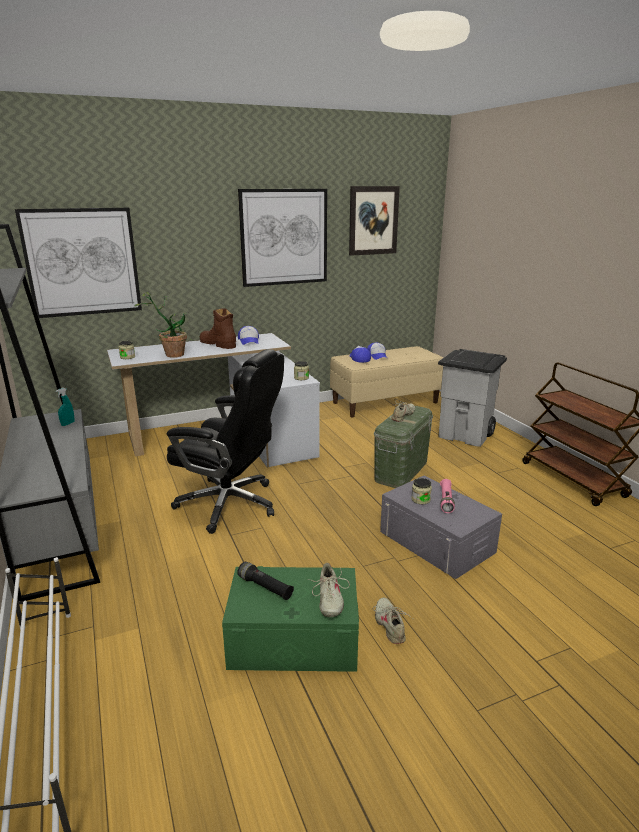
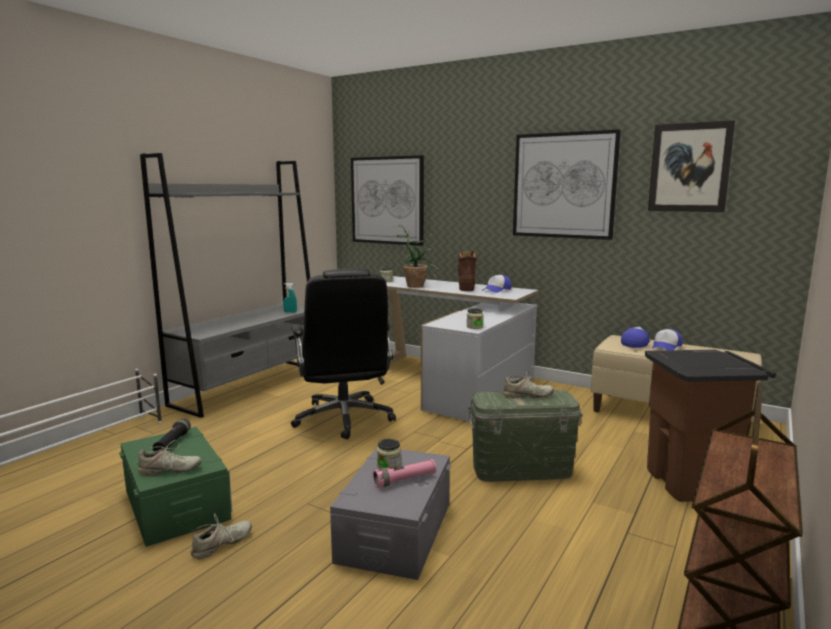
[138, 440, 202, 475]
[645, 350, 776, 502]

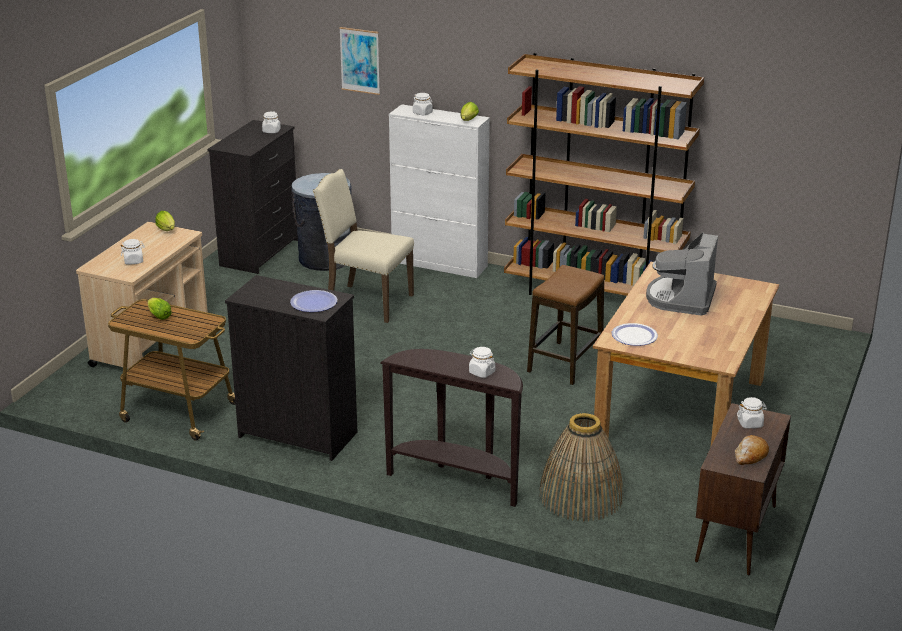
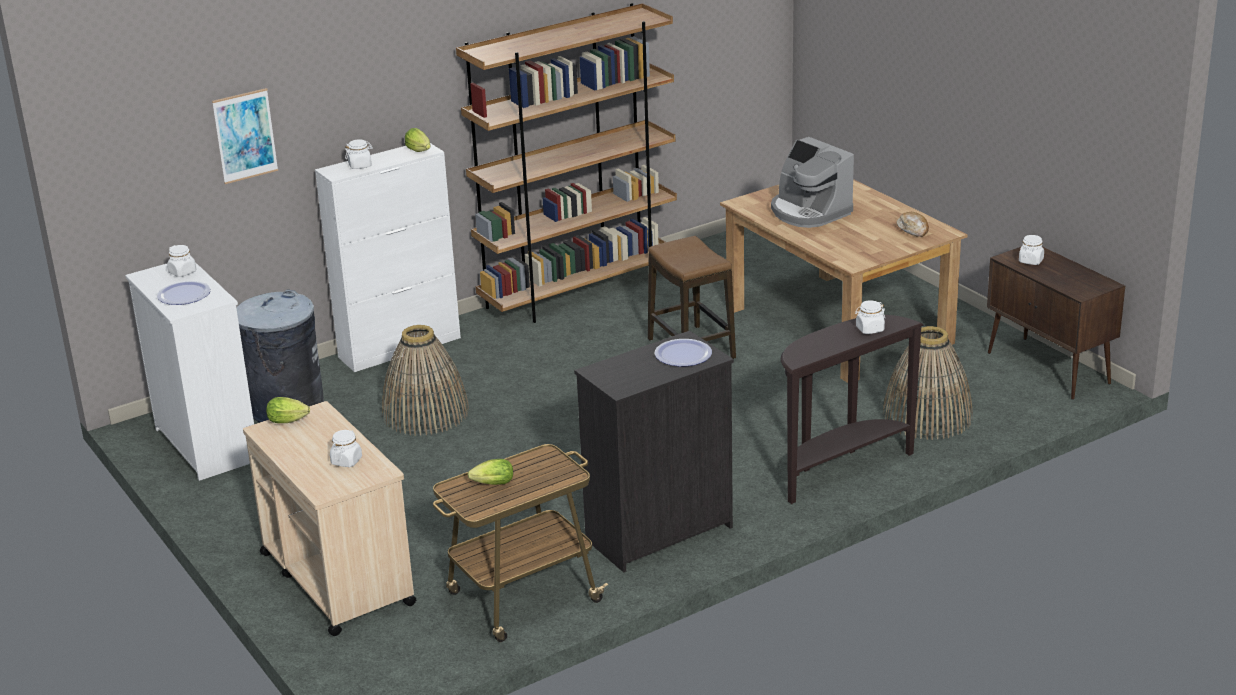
[125, 262, 254, 481]
[157, 281, 211, 305]
[382, 325, 469, 436]
[897, 212, 929, 237]

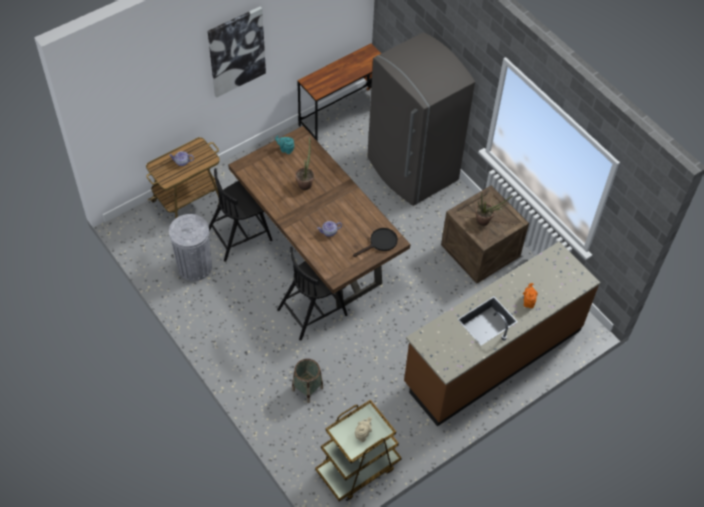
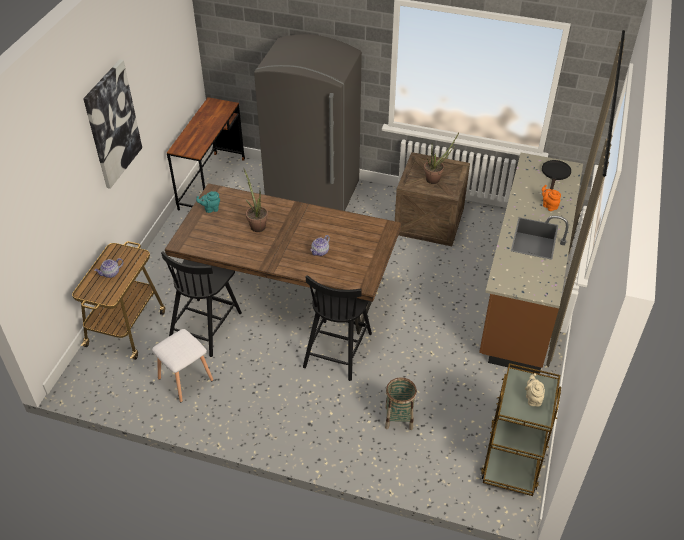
[152, 329, 213, 402]
[542, 160, 571, 189]

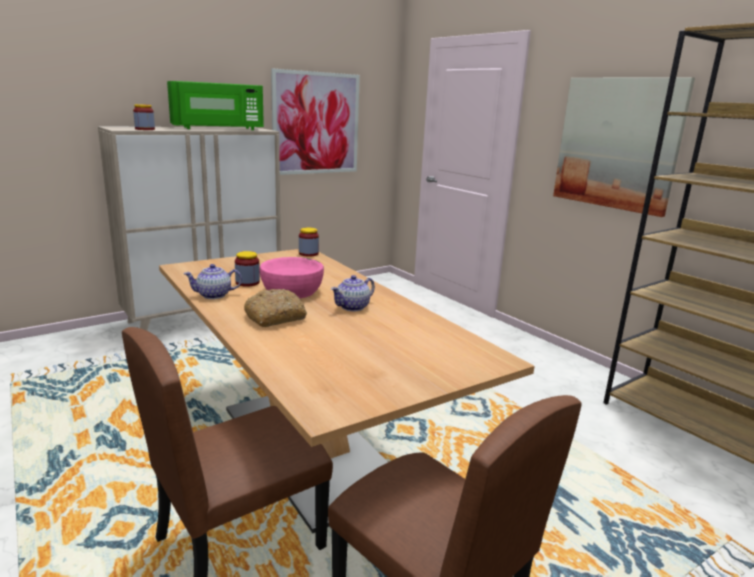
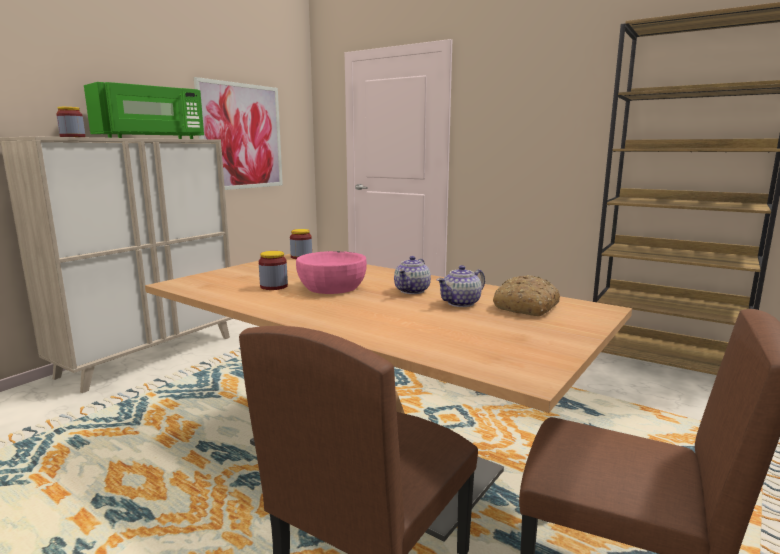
[437, 265, 485, 307]
[493, 275, 560, 316]
[553, 77, 695, 217] (first image)

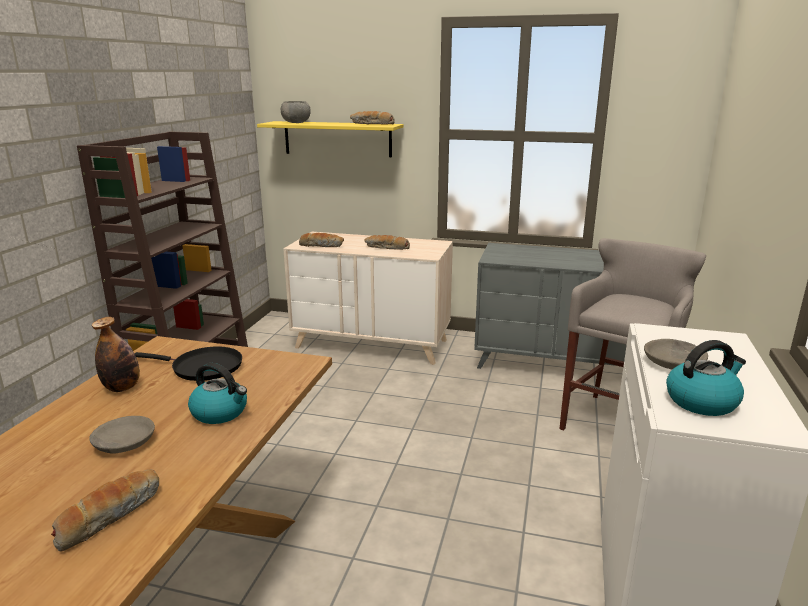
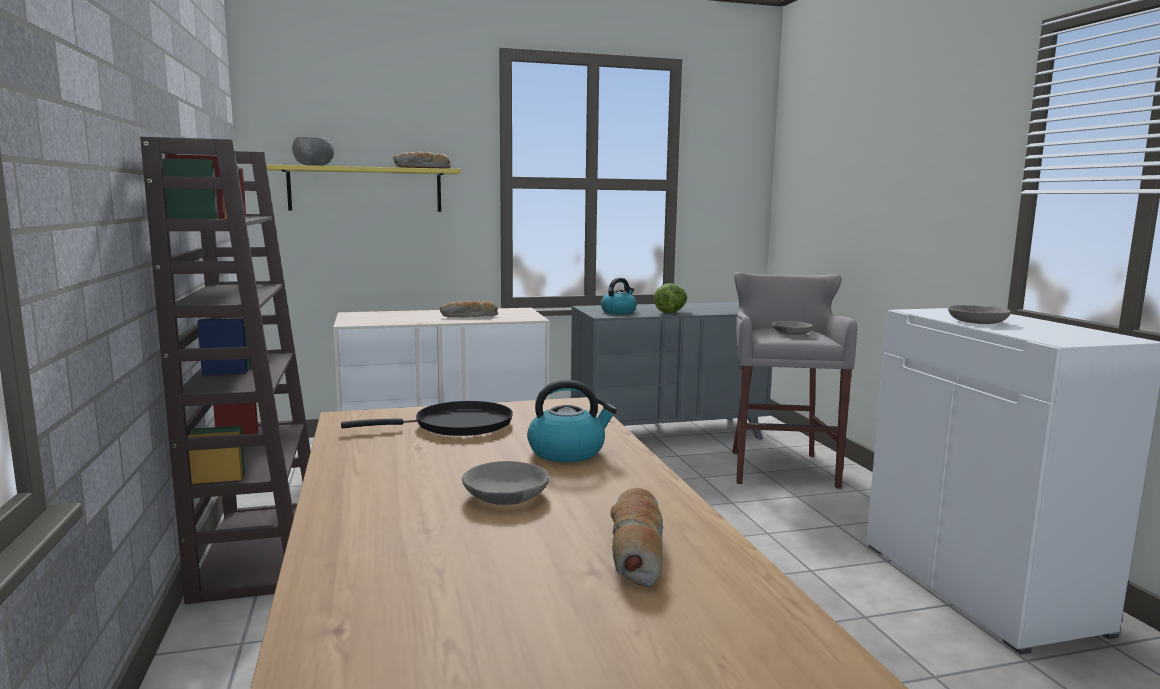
[601, 278, 637, 314]
[654, 283, 687, 313]
[772, 321, 813, 335]
[92, 317, 140, 392] (first image)
[299, 233, 344, 247] (first image)

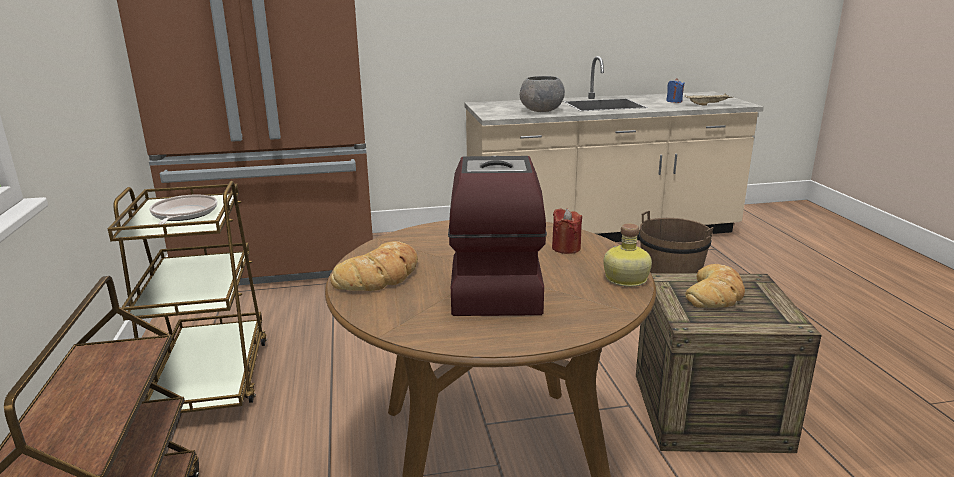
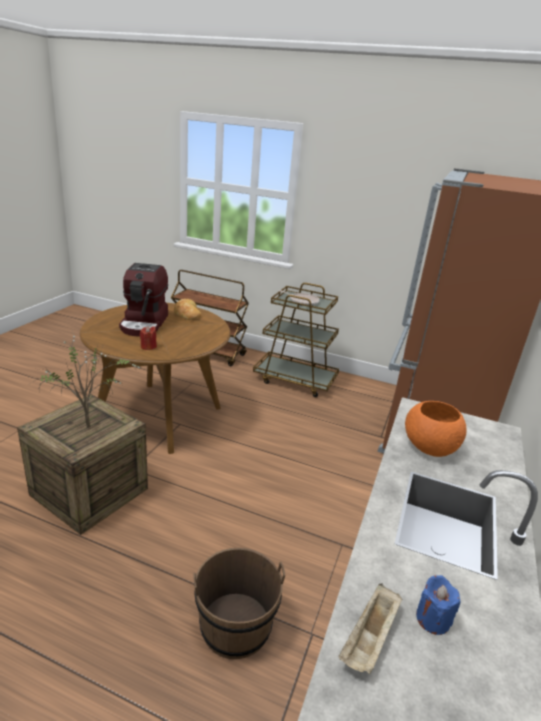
[30, 329, 140, 428]
[119, 263, 168, 336]
[405, 401, 467, 457]
[604, 223, 652, 287] (first image)

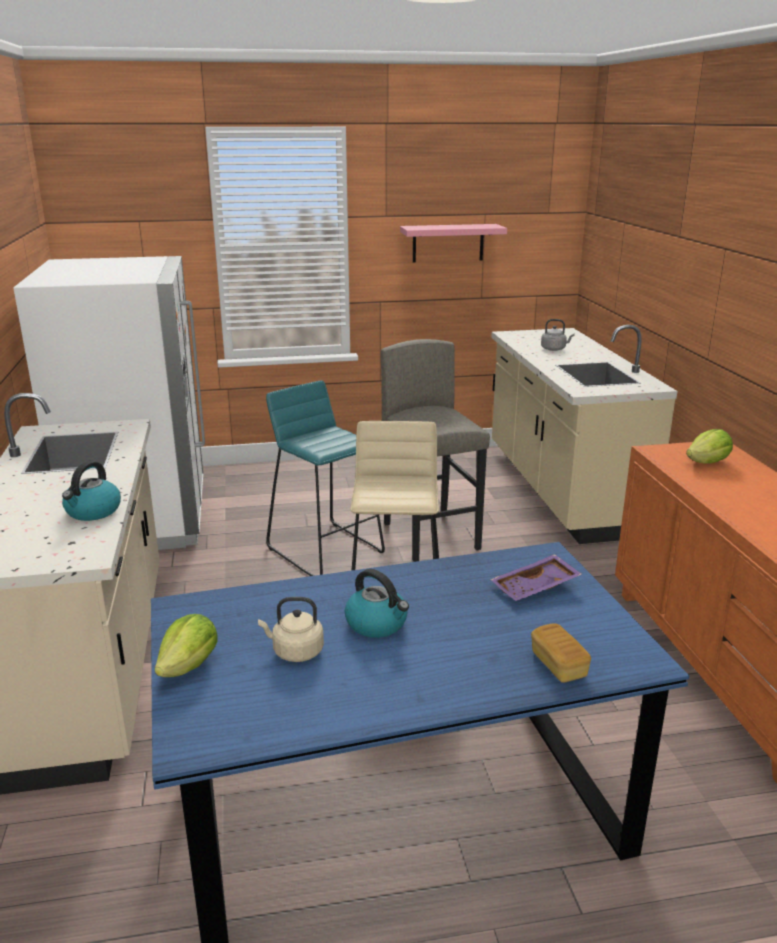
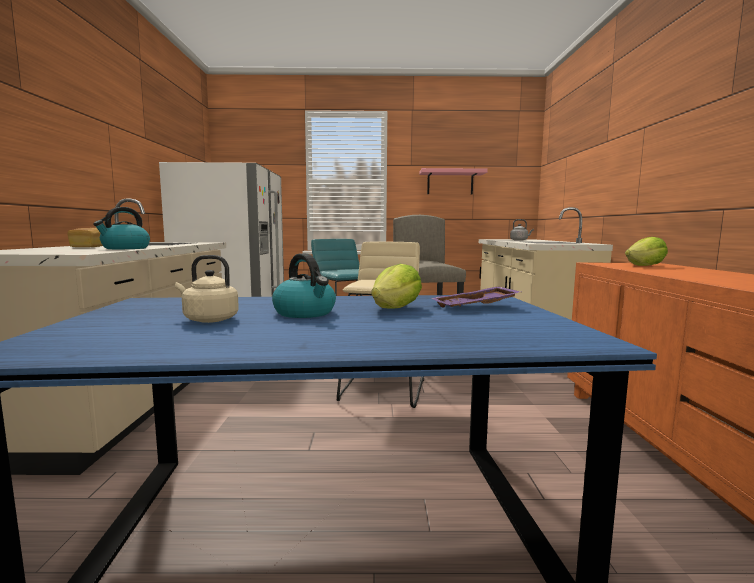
[67, 228, 103, 247]
[371, 264, 422, 309]

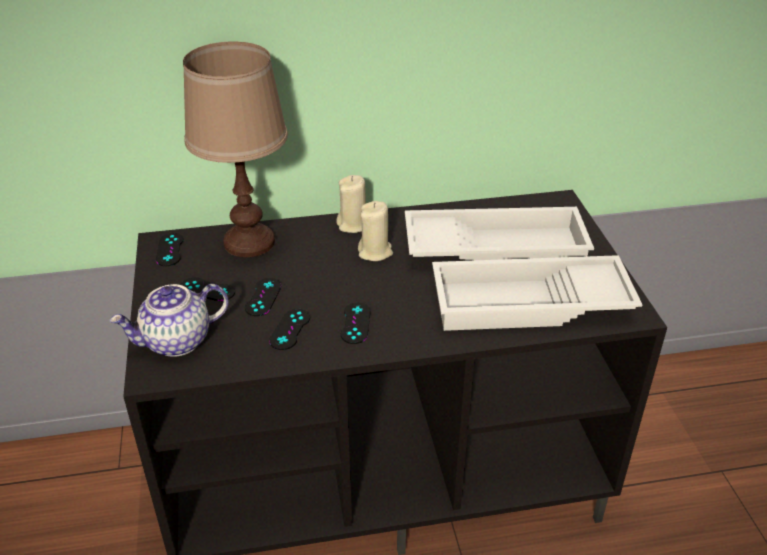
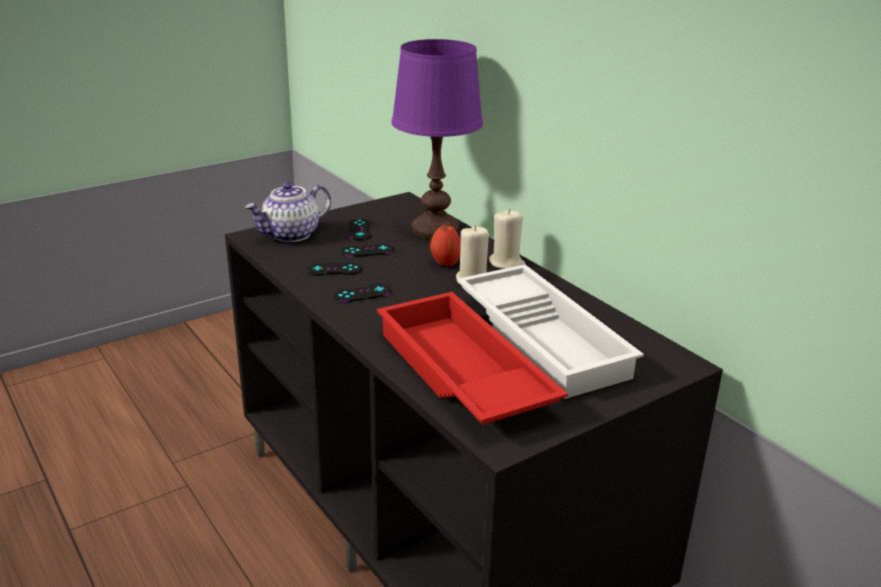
[245, 182, 331, 242]
[377, 292, 568, 425]
[391, 39, 483, 239]
[430, 225, 461, 266]
[156, 233, 184, 266] (first image)

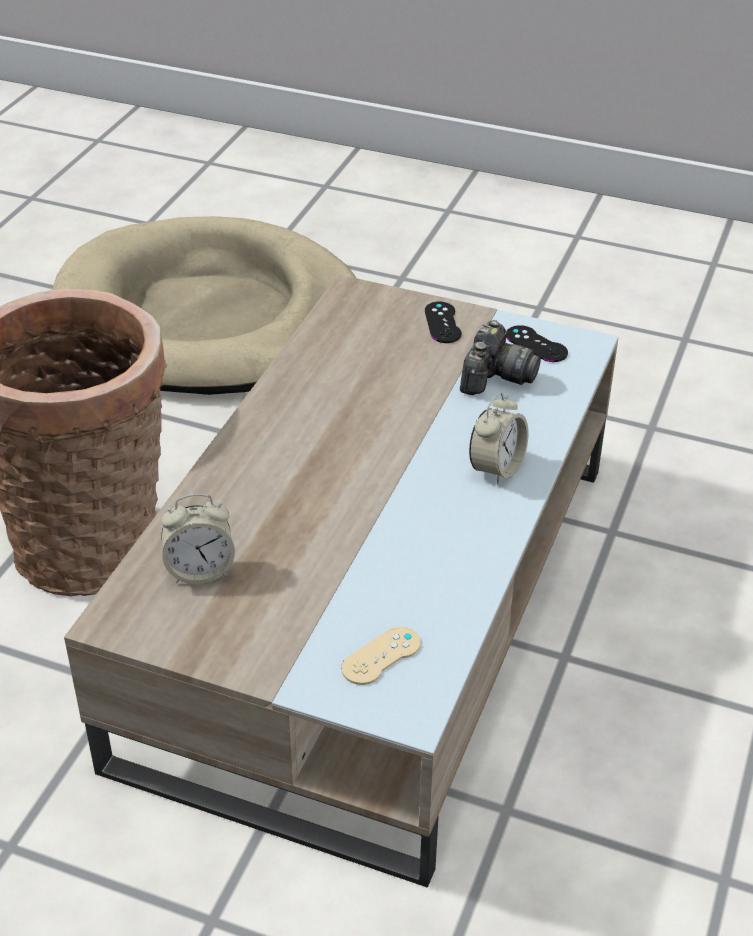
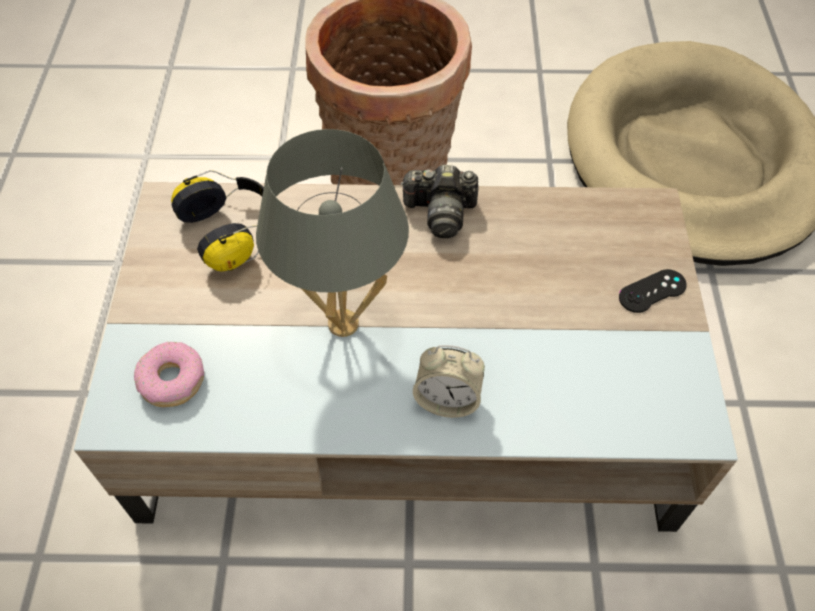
[134, 342, 204, 407]
[171, 170, 264, 271]
[256, 129, 409, 337]
[400, 165, 478, 238]
[506, 325, 568, 362] (first image)

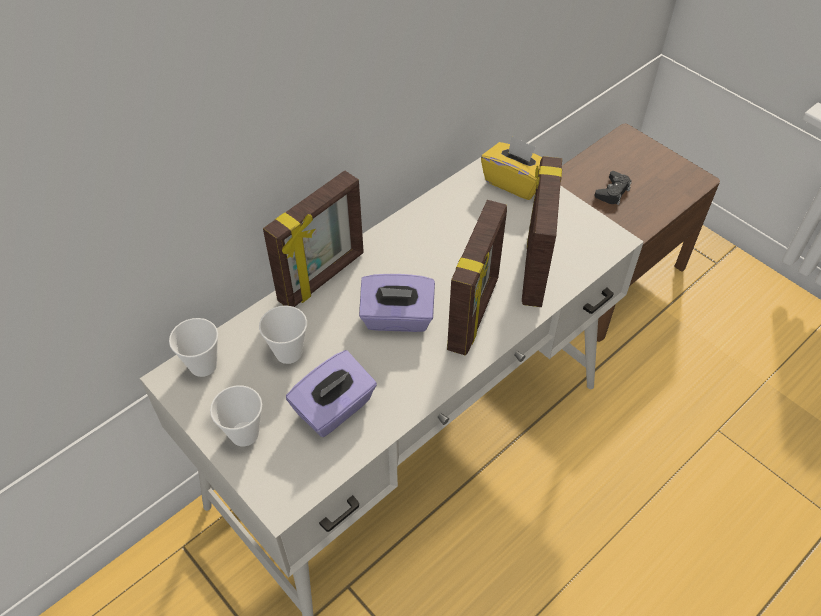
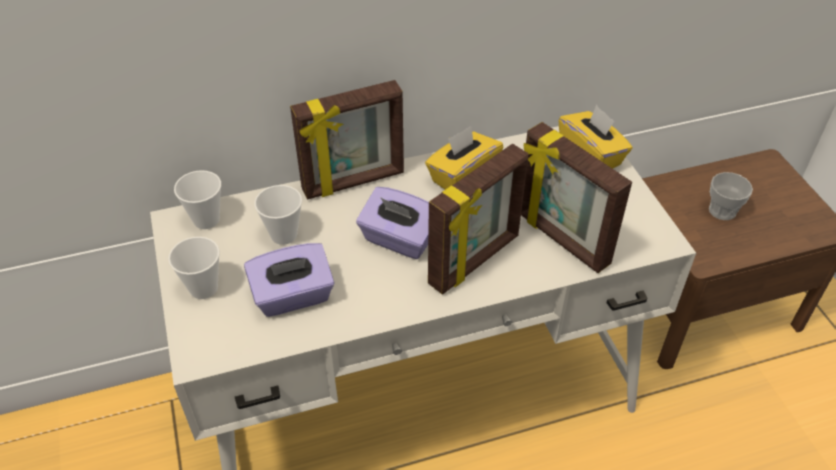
[425, 126, 503, 190]
[521, 122, 632, 273]
[709, 172, 753, 220]

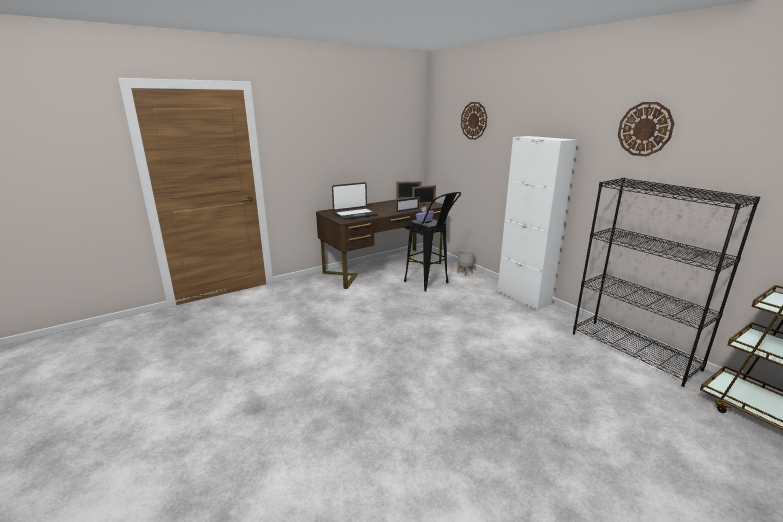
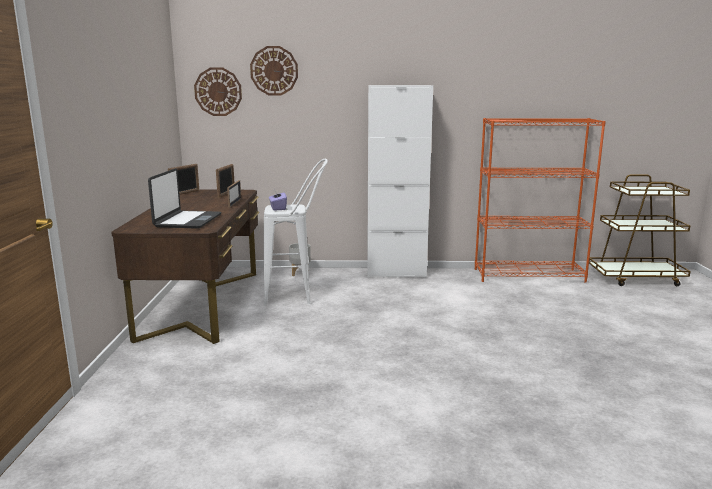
[194, 67, 242, 116]
[264, 159, 328, 306]
[475, 118, 606, 283]

